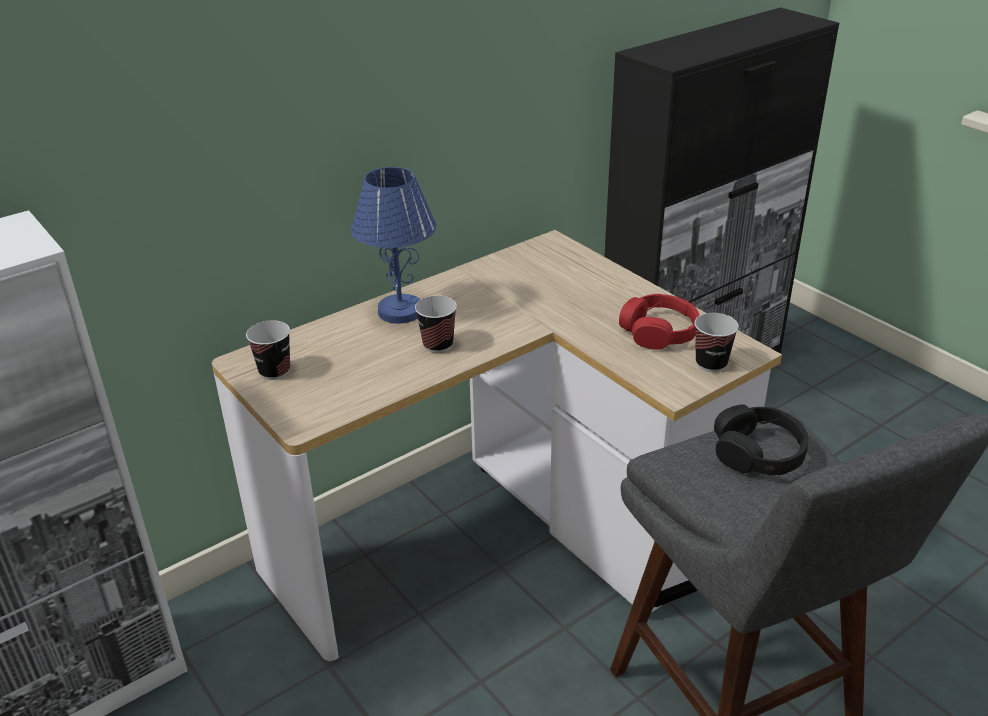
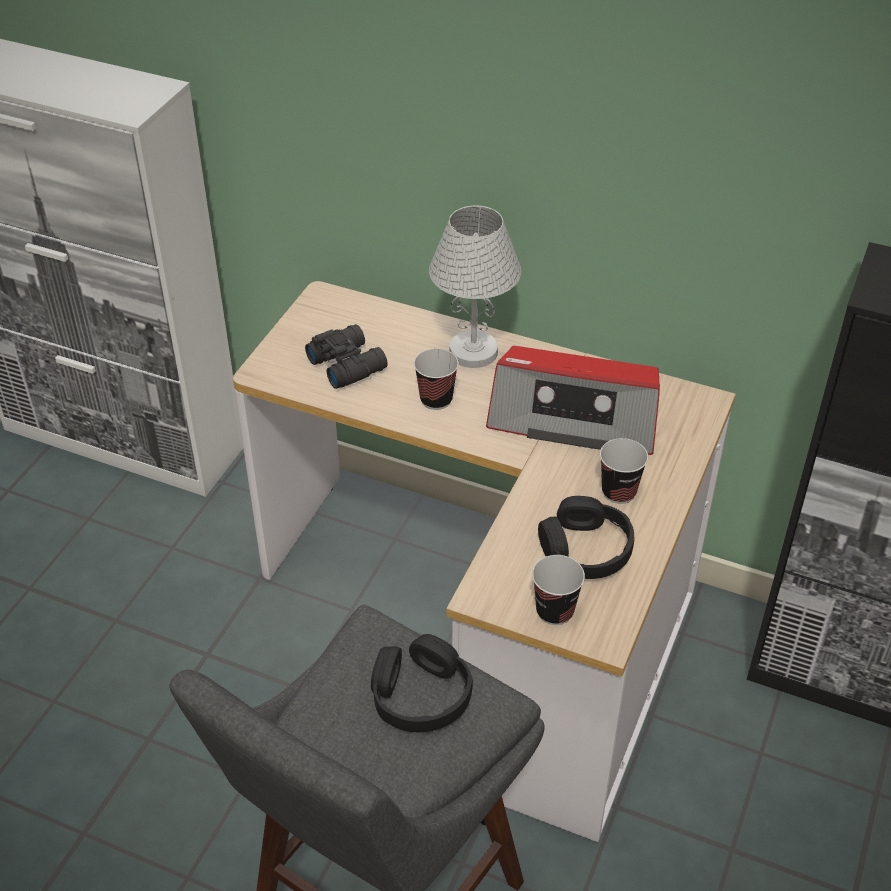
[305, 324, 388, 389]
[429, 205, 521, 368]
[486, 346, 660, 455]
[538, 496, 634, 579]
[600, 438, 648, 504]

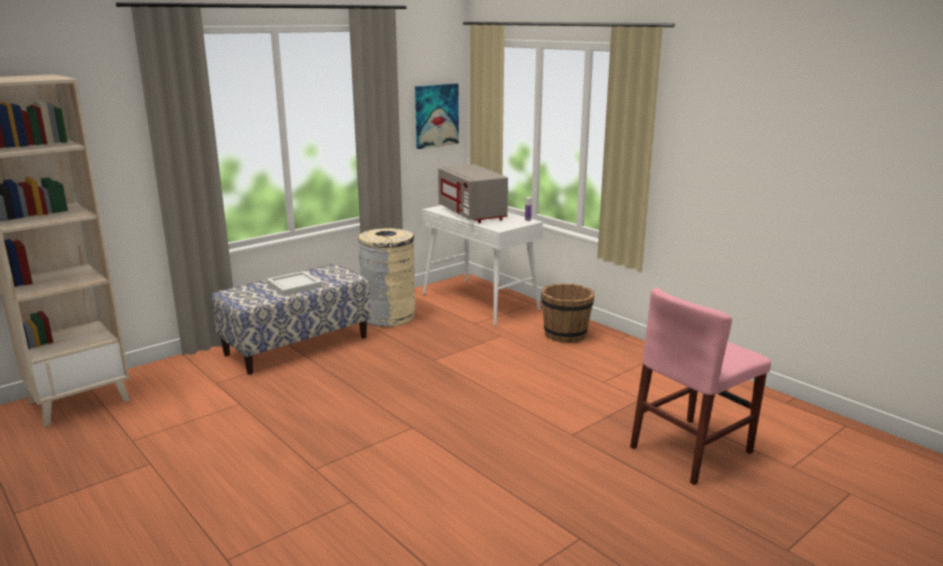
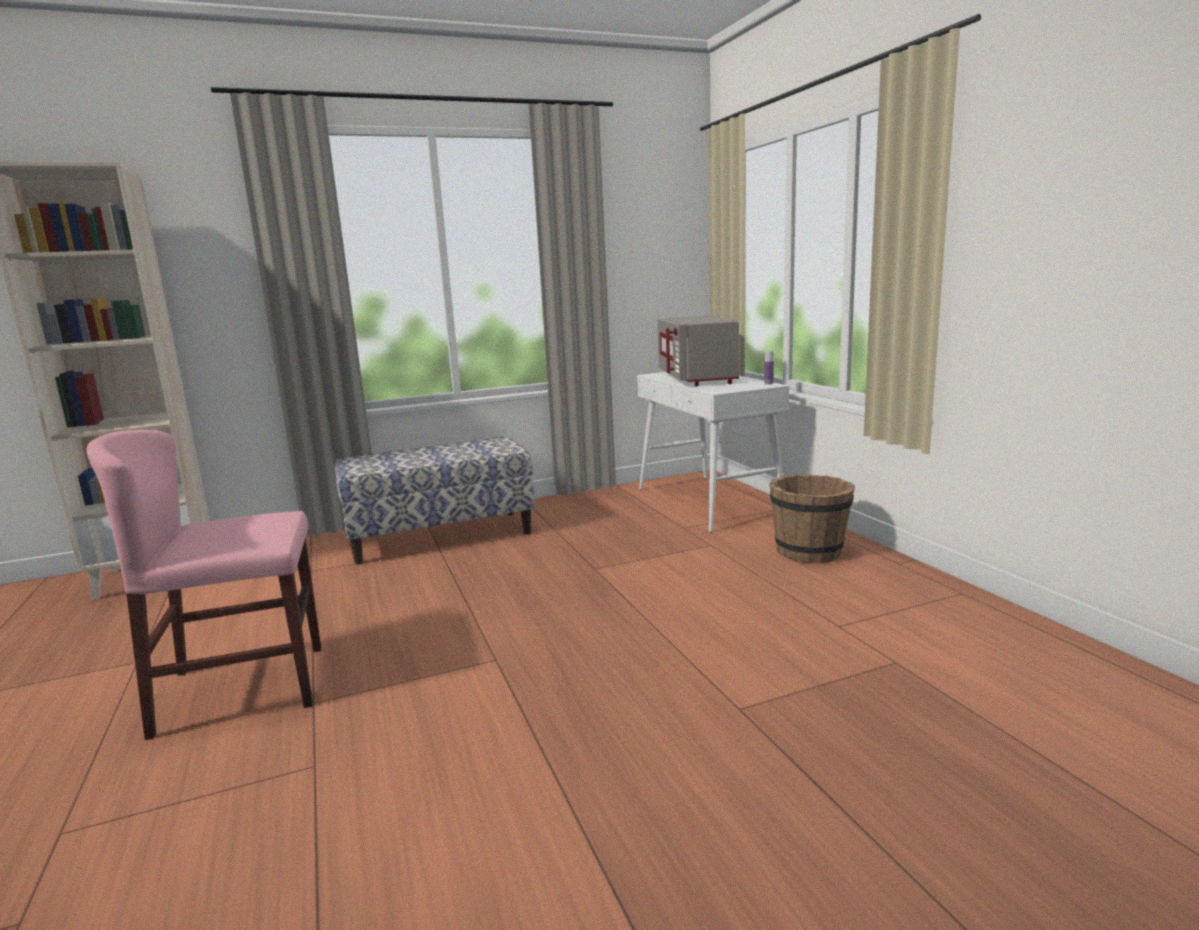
[87, 430, 321, 740]
[266, 271, 322, 296] (first image)
[358, 228, 415, 327] (first image)
[415, 83, 459, 149] (first image)

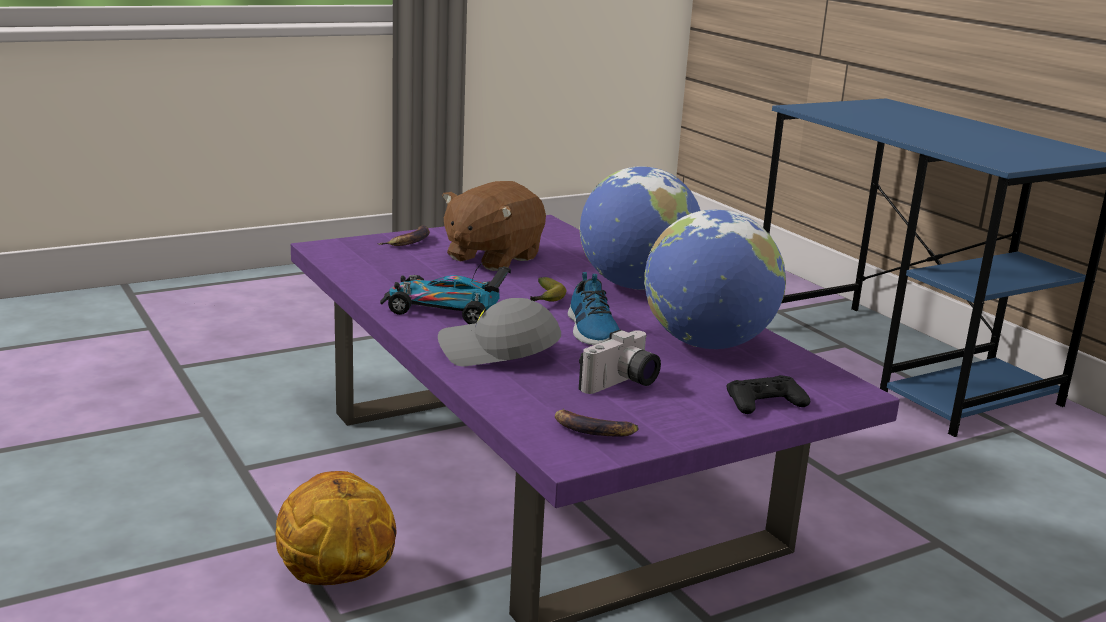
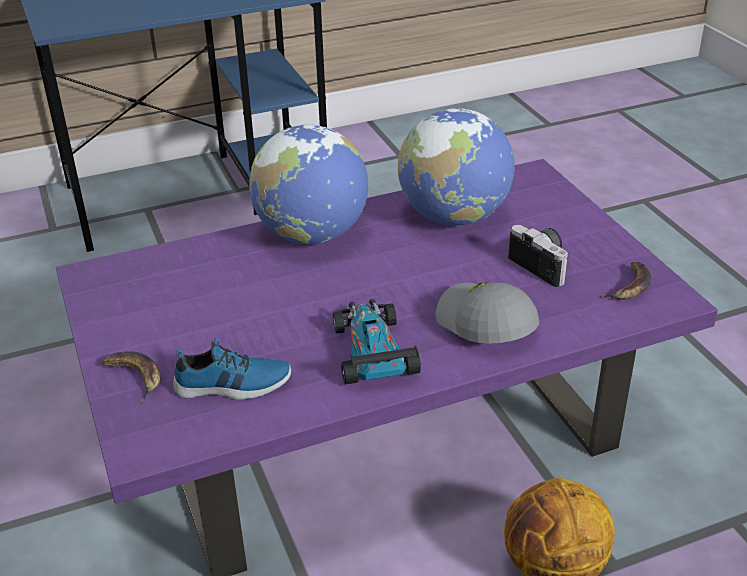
[173, 337, 291, 399]
[333, 299, 421, 384]
[435, 282, 539, 344]
[442, 181, 546, 271] (first image)
[530, 277, 566, 302] (first image)
[727, 375, 810, 414] (first image)

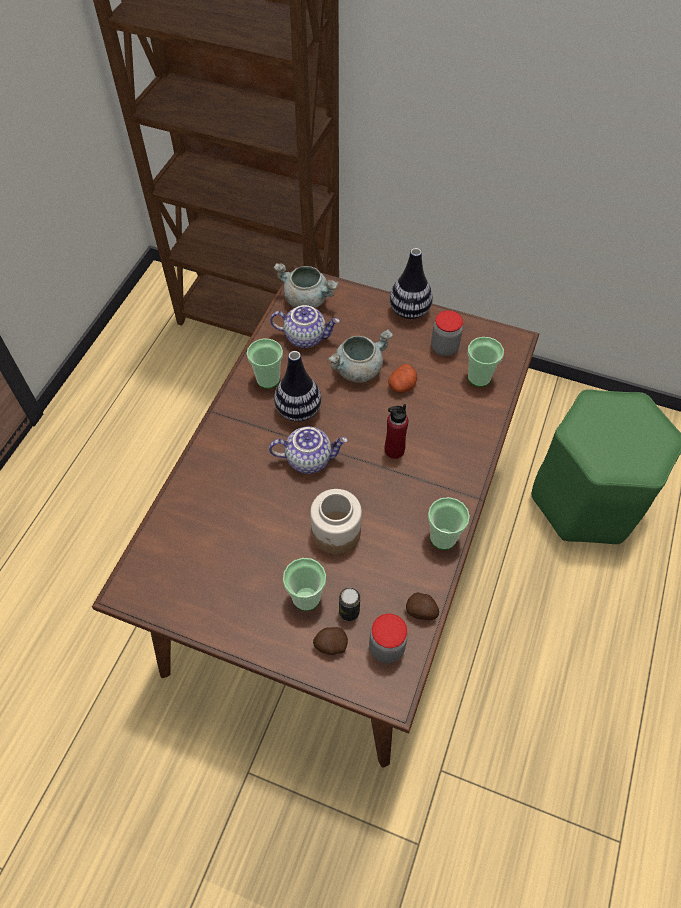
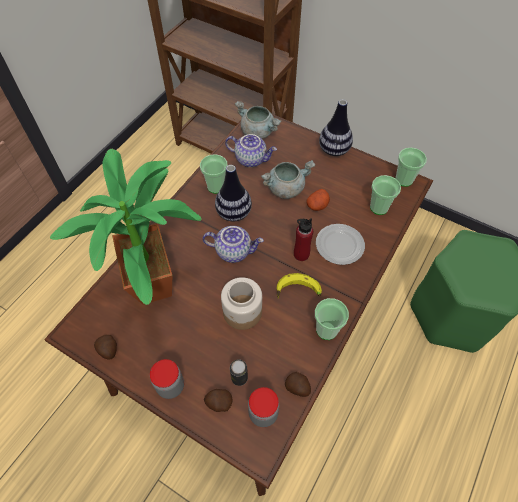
[50, 149, 202, 305]
[94, 335, 117, 360]
[150, 359, 184, 399]
[277, 273, 322, 298]
[316, 224, 365, 265]
[395, 148, 427, 187]

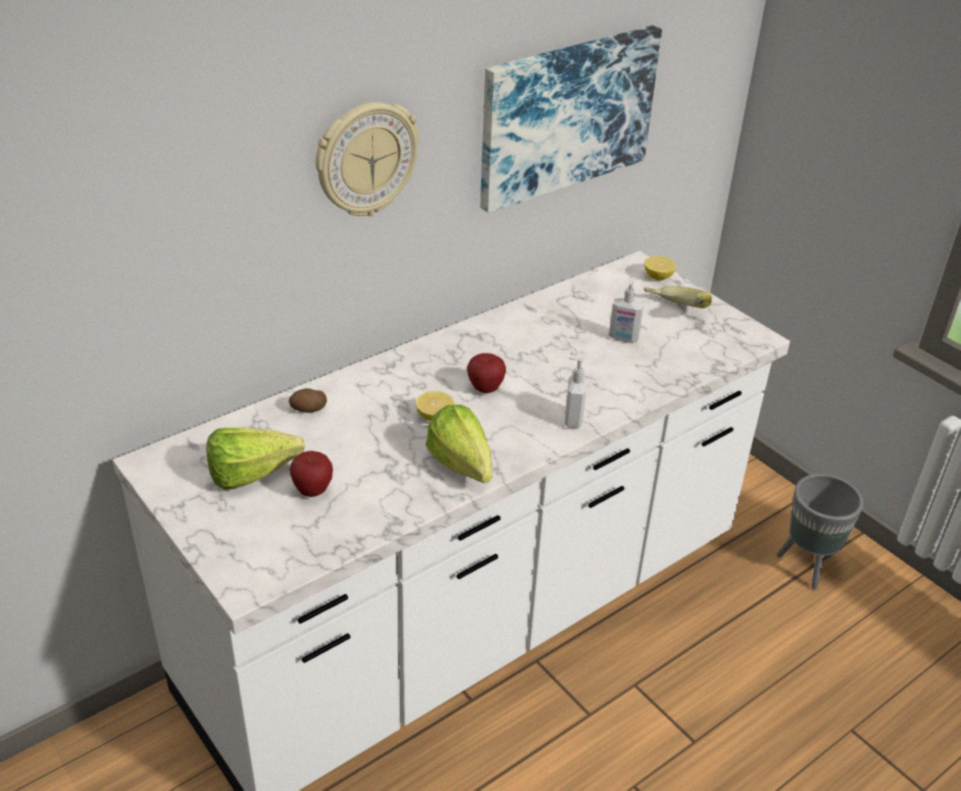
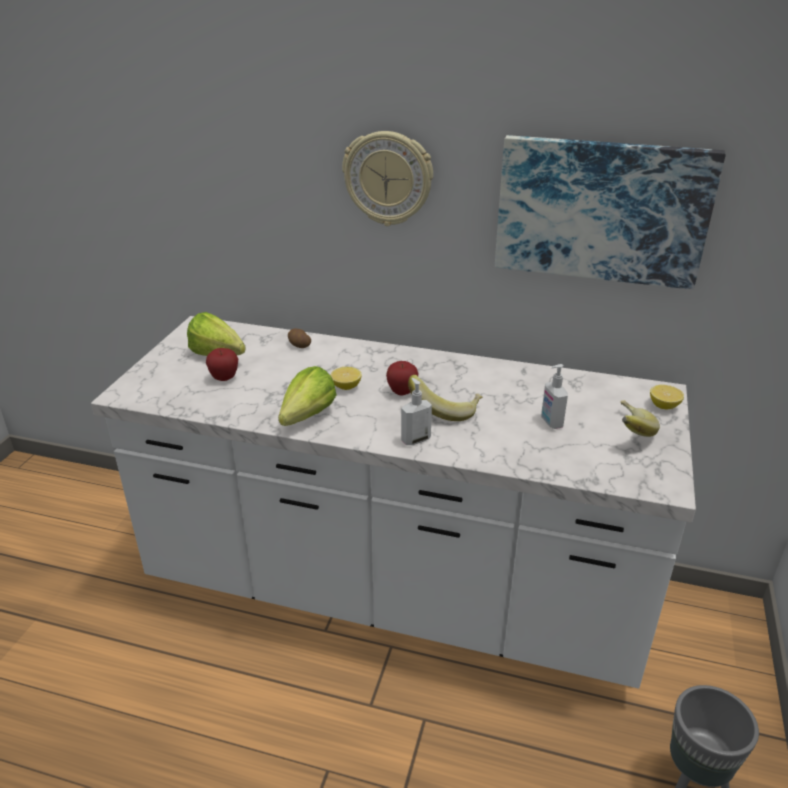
[408, 375, 483, 421]

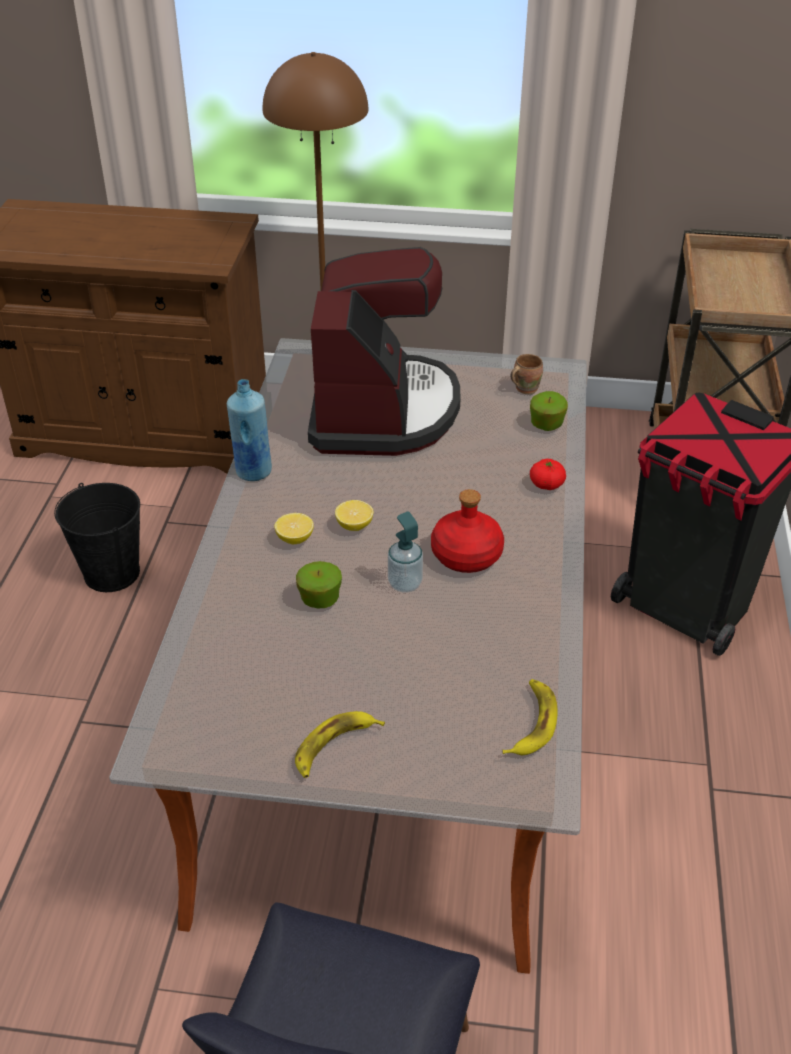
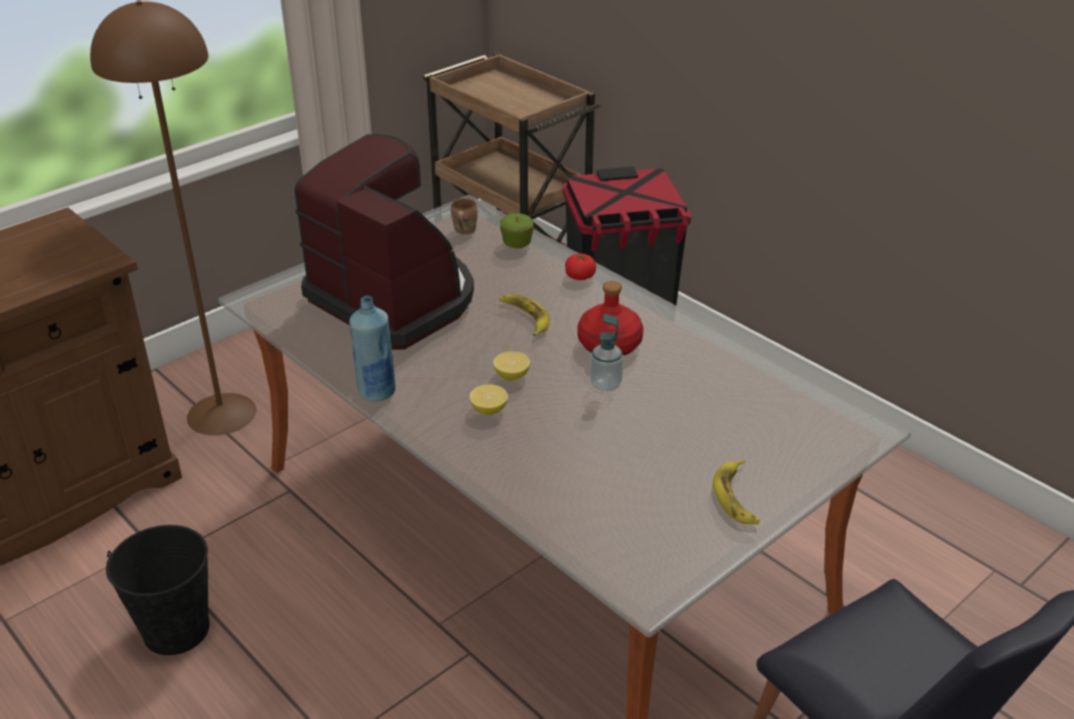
[499, 294, 550, 336]
[296, 561, 342, 608] (first image)

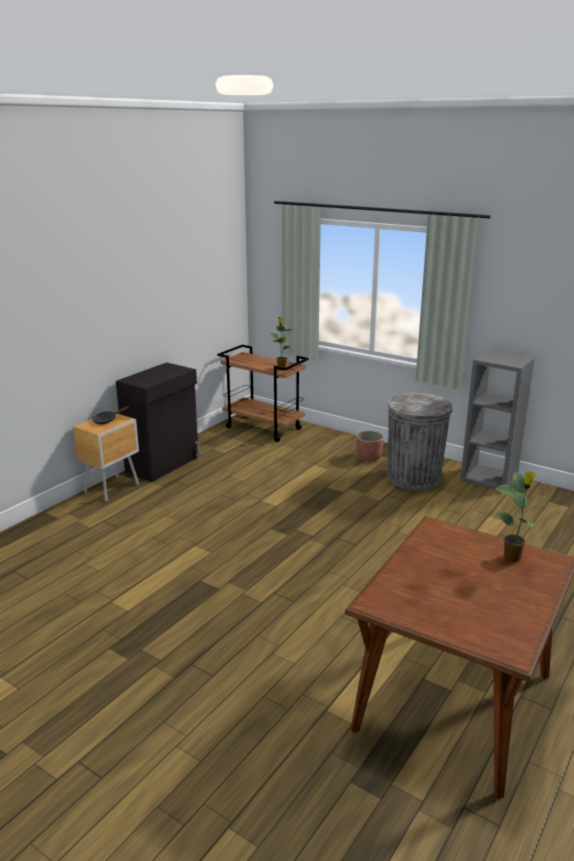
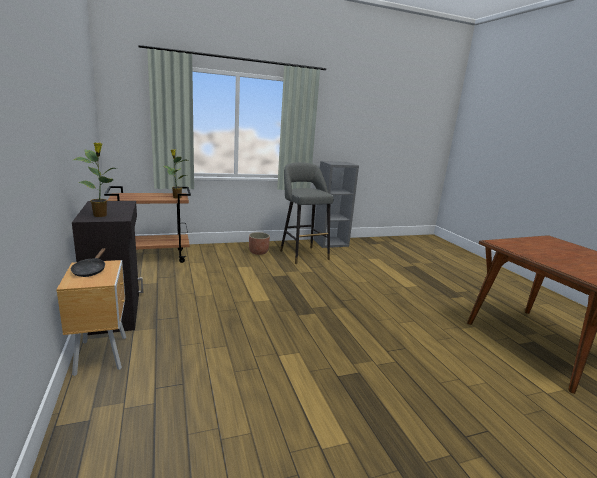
[74, 143, 117, 217]
[280, 162, 334, 264]

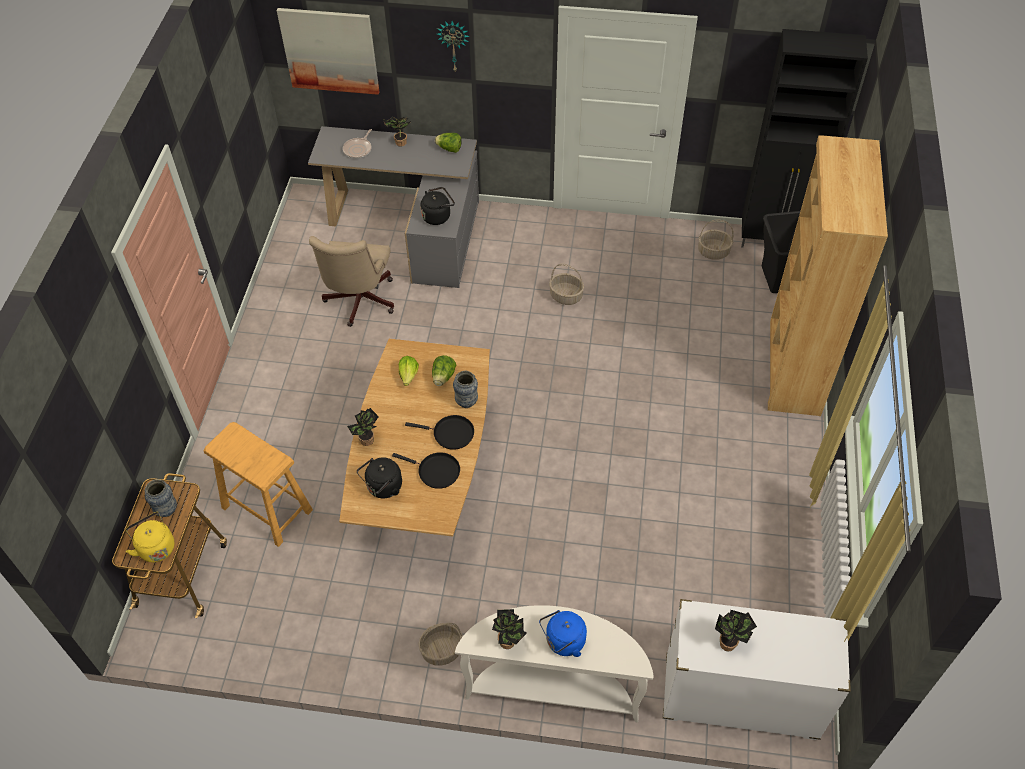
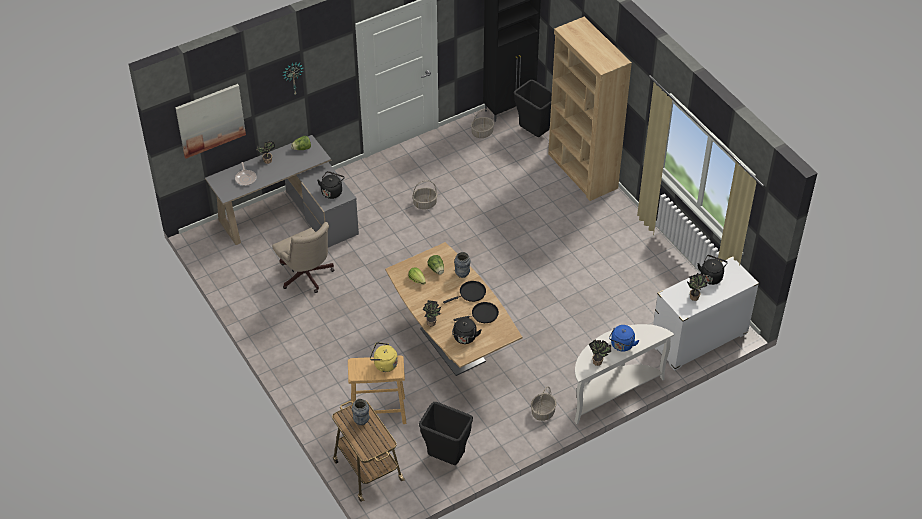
[370, 342, 398, 372]
[419, 402, 473, 465]
[697, 255, 728, 285]

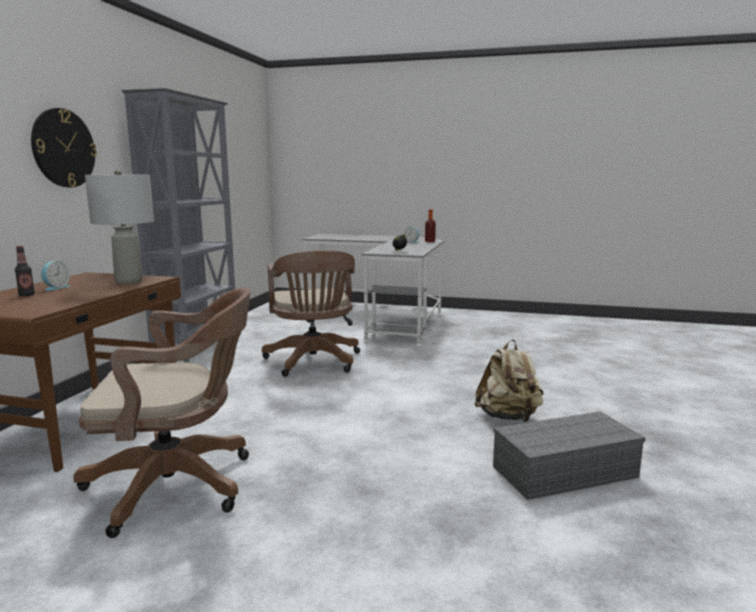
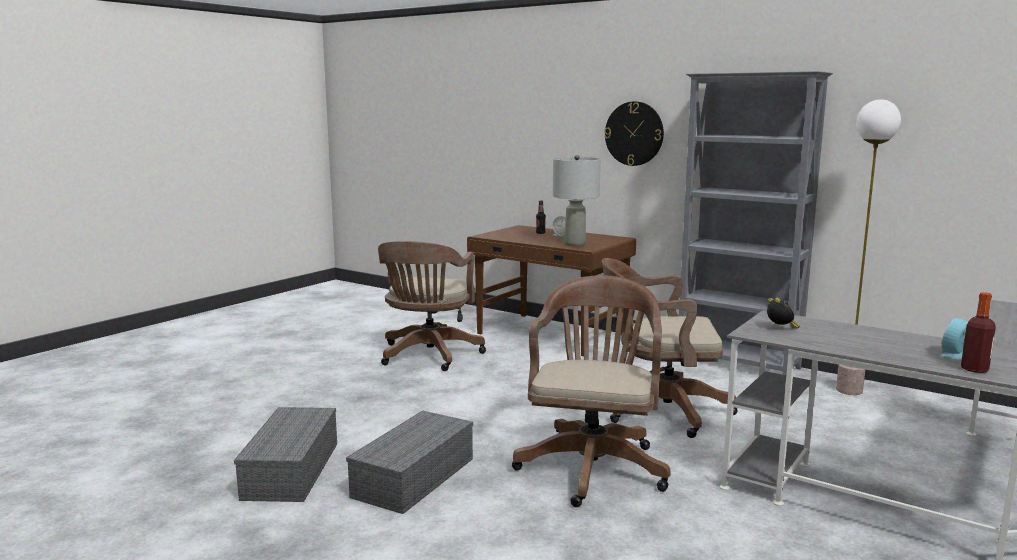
[346, 410, 473, 514]
[512, 275, 671, 507]
[836, 99, 901, 395]

